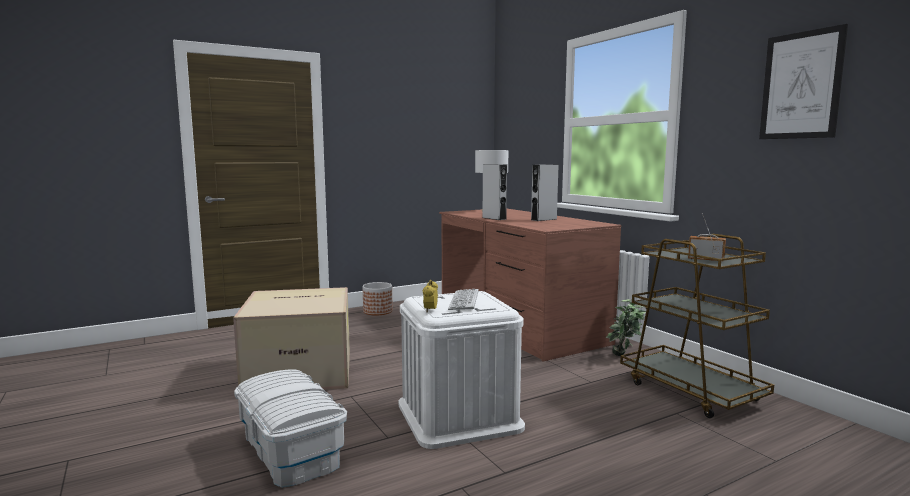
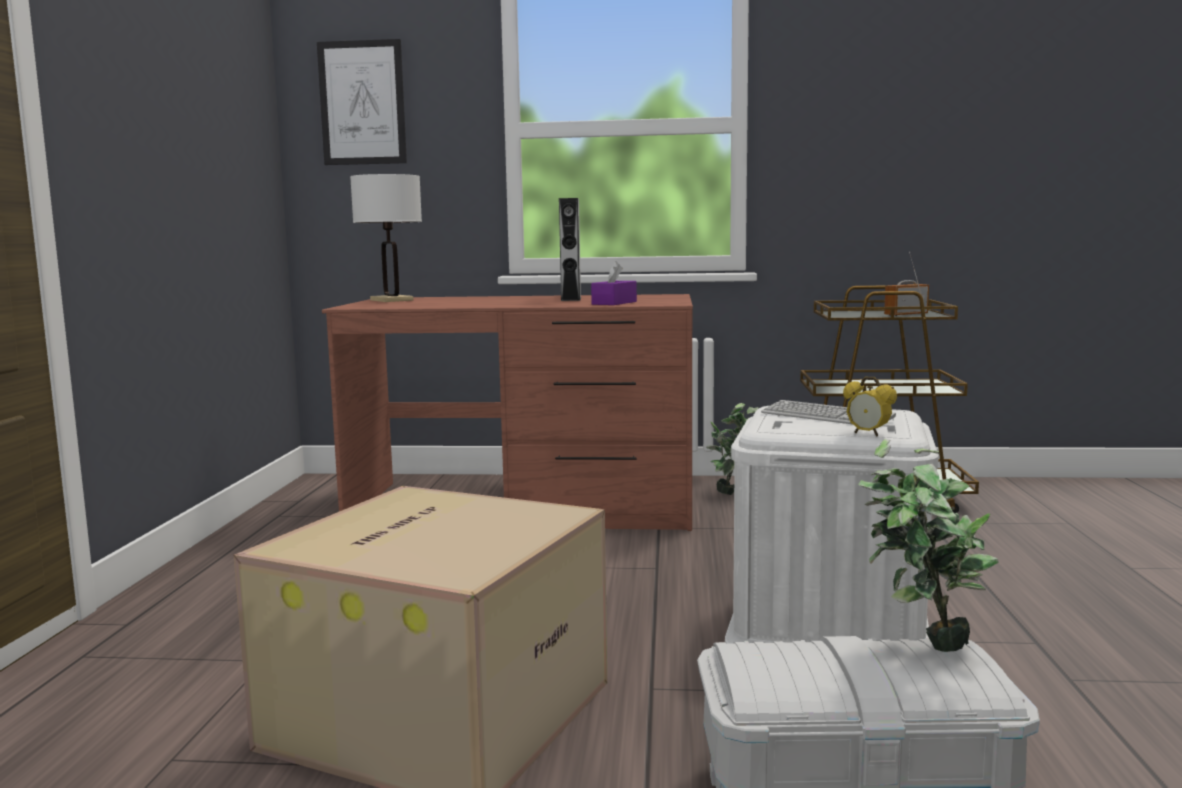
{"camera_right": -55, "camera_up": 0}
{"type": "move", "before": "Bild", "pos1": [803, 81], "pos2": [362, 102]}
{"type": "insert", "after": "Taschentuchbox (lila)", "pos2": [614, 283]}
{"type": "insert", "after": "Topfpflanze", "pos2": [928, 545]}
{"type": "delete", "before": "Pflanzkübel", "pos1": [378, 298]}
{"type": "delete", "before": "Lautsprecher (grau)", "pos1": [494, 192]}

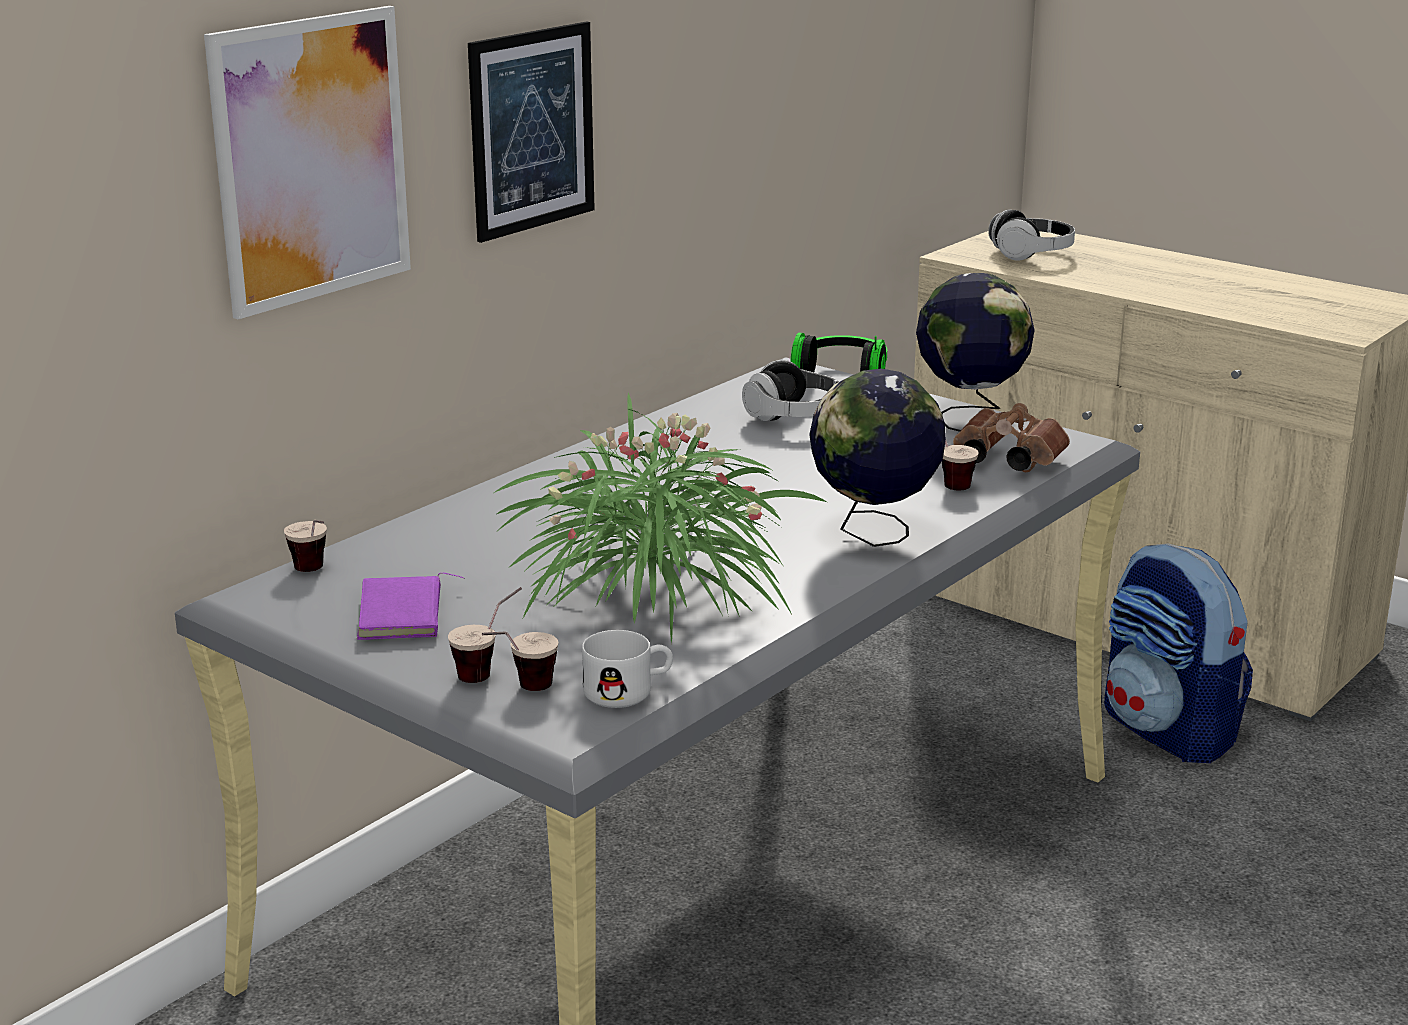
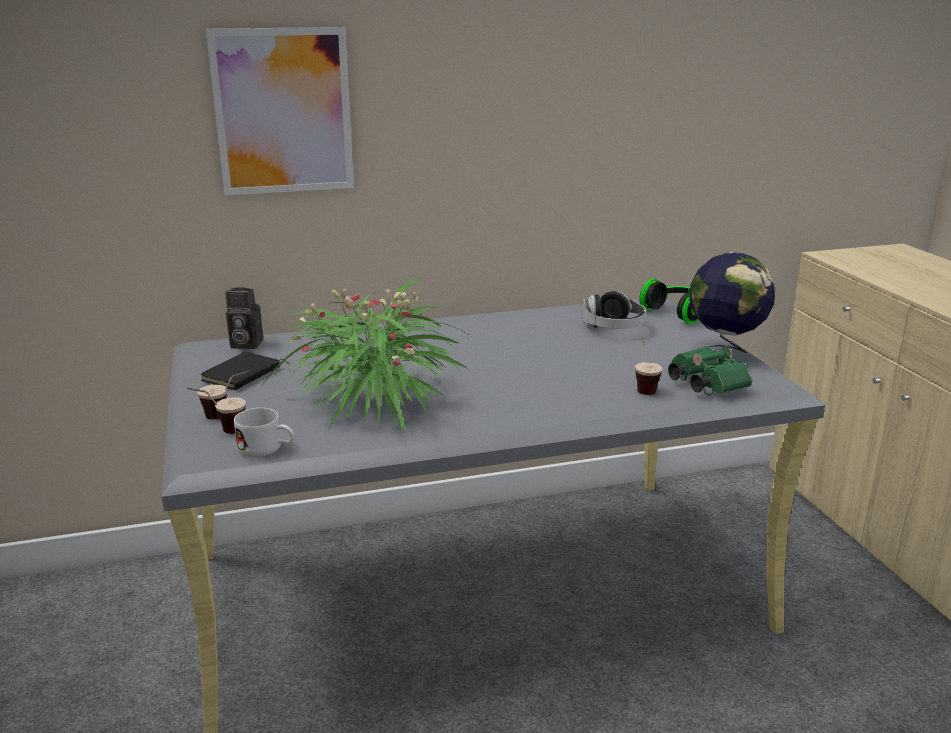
{"camera_right": 35, "camera_up": 0}
{"type": "recolor", "before": "Buch (lila)", "after": "Buch (schwarz)", "pos1": [410, 606], "pos2": [245, 370]}
{"type": "replace", "before": "Tasse", "after": "Kamera", "pos1": [305, 546], "pos2": [244, 318]}
{"type": "recolor", "before": "Fernglas (braun)", "after": "Fernglas (grün)", "pos1": [1011, 437], "pos2": [710, 371]}
{"type": "delete", "before": "Bild", "pos1": [531, 132]}
{"type": "delete", "before": "Globus", "pos1": [877, 458]}
{"type": "delete", "before": "Kopfhörer", "pos1": [1031, 235]}
{"type": "delete", "before": "Rucksack", "pos1": [1178, 653]}

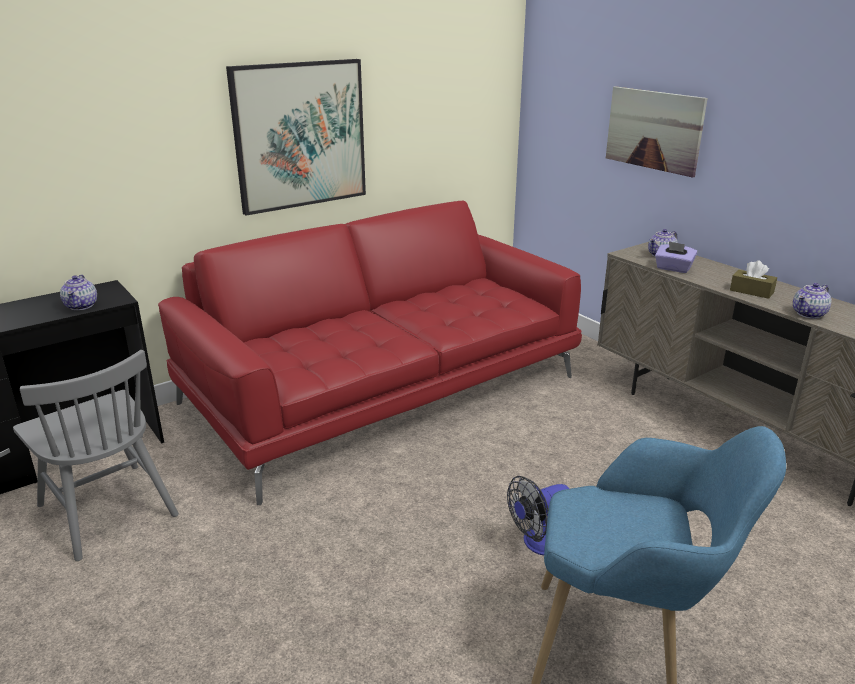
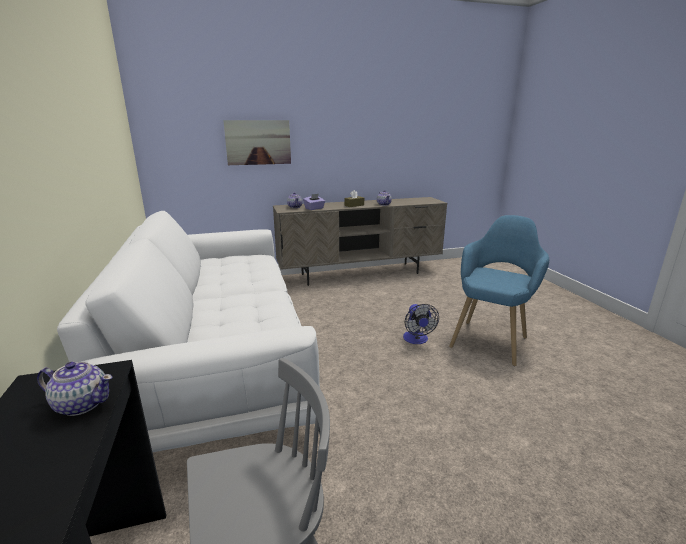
{"camera_right": -70, "camera_up": -5}
{"type": "recolor", "before": "Sofa (rot)", "after": "Sofa (weiß)", "pos1": [370, 353], "pos2": [188, 332]}
{"type": "delete", "before": "Bild", "pos1": [296, 137]}

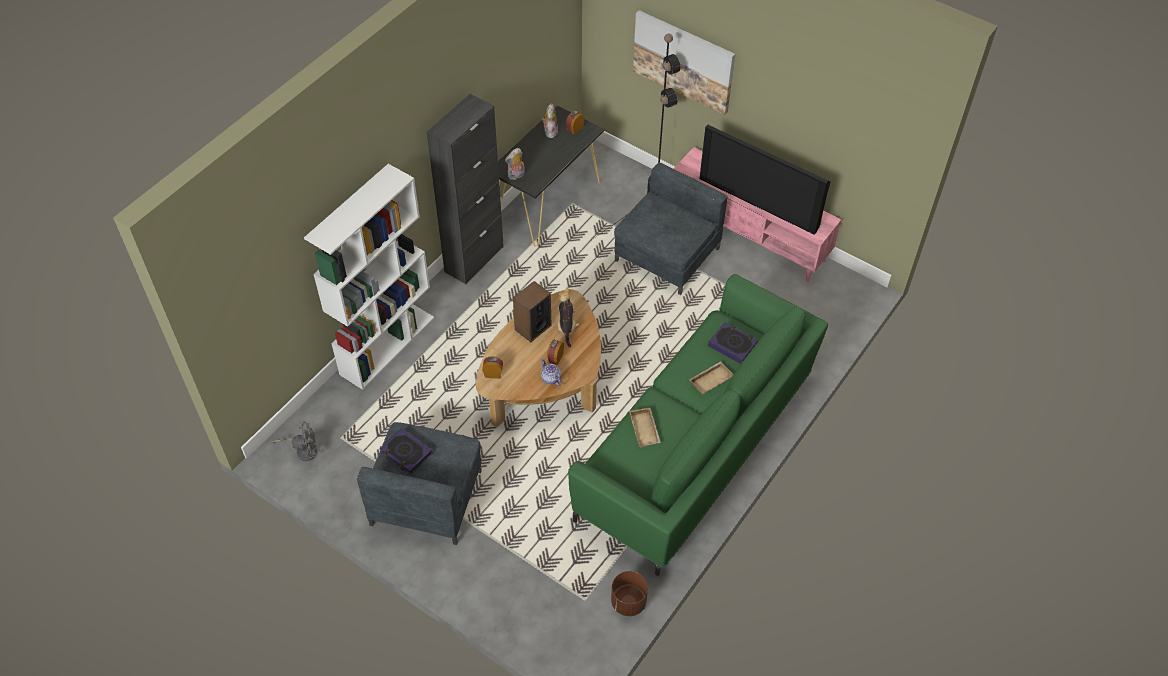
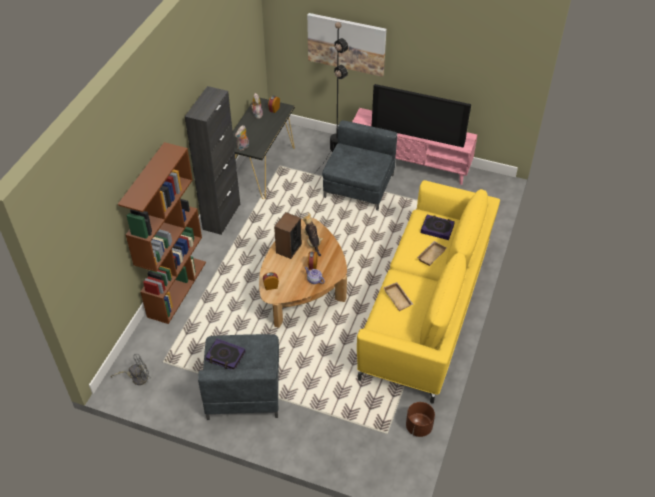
{"camera_right": -15, "camera_up": -5}
{"type": "recolor", "before": "Bücherregal (weiß)", "after": "Bücherregal (braun)", "pos1": [369, 277], "pos2": [162, 233]}
{"type": "recolor", "before": "Sofa (grün)", "after": "Sofa (gelb)", "pos1": [698, 425], "pos2": [428, 292]}

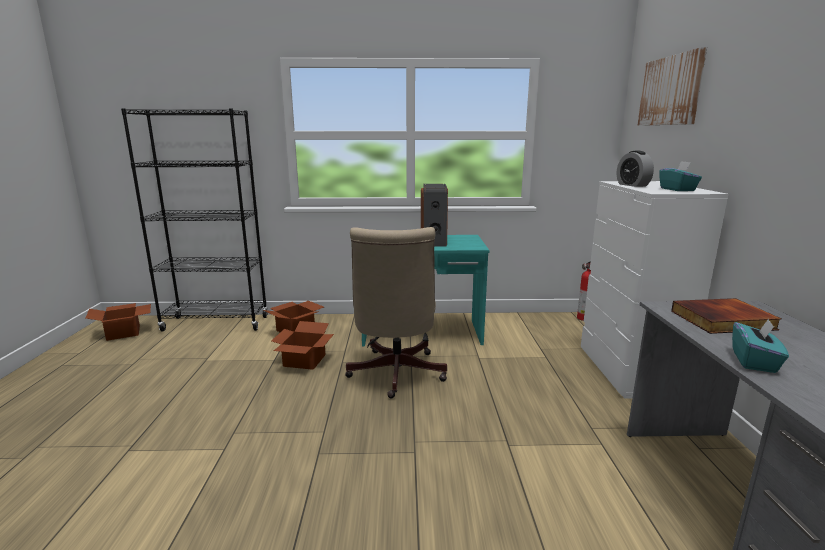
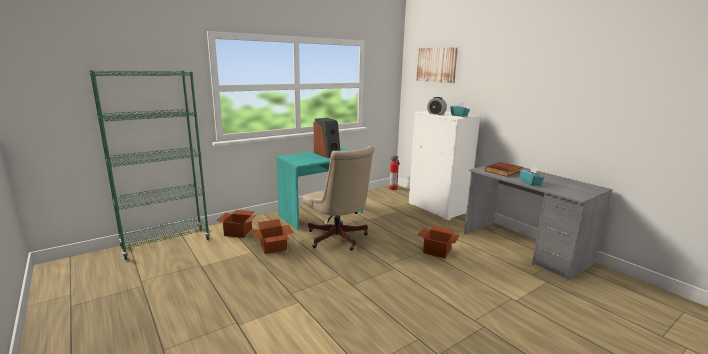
{"camera_right": -35, "camera_up": 0}
{"type": "recolor", "before": "Bücherregal (schwarz)", "after": "Bücherregal (grün)", "pos1": [194, 220], "pos2": [149, 165]}
{"type": "move", "before": "Karton", "pos1": [118, 322], "pos2": [439, 242]}

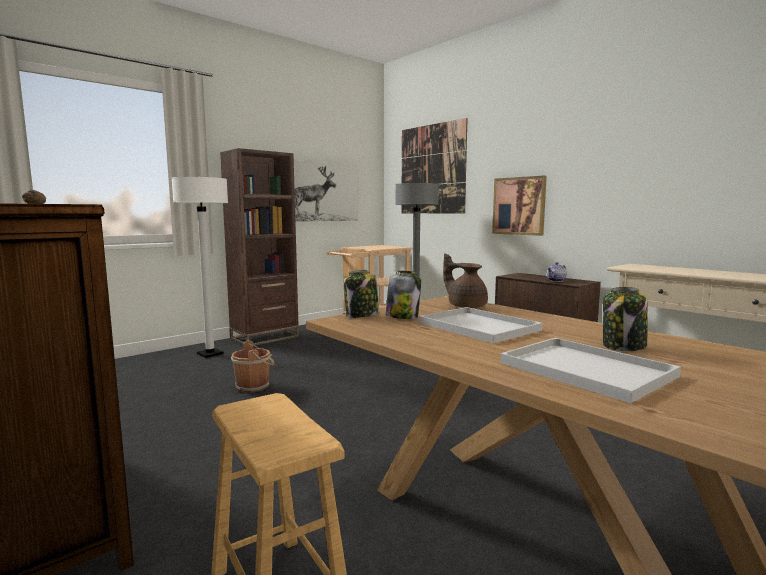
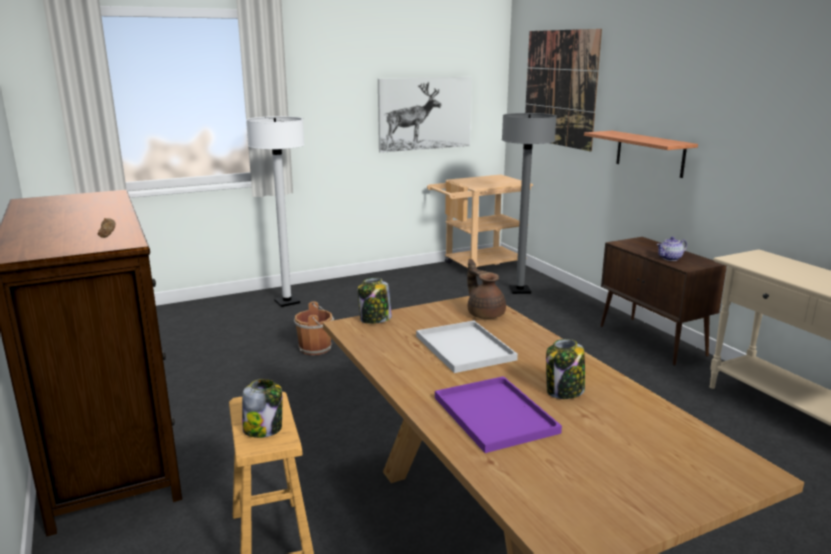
{"camera_right": 15, "camera_up": 10}
{"type": "move", "before": "Vorratsglas", "pos1": [403, 295], "pos2": [262, 408]}
{"type": "recolor", "before": "Tablett (weiß)", "after": "Tablett (lila)", "pos1": [590, 370], "pos2": [498, 414]}
{"type": "replace", "before": "Bild", "after": "Wandregal", "pos1": [519, 206], "pos2": [641, 154]}
{"type": "delete", "before": "Bücherregal (braun)", "pos1": [259, 247]}

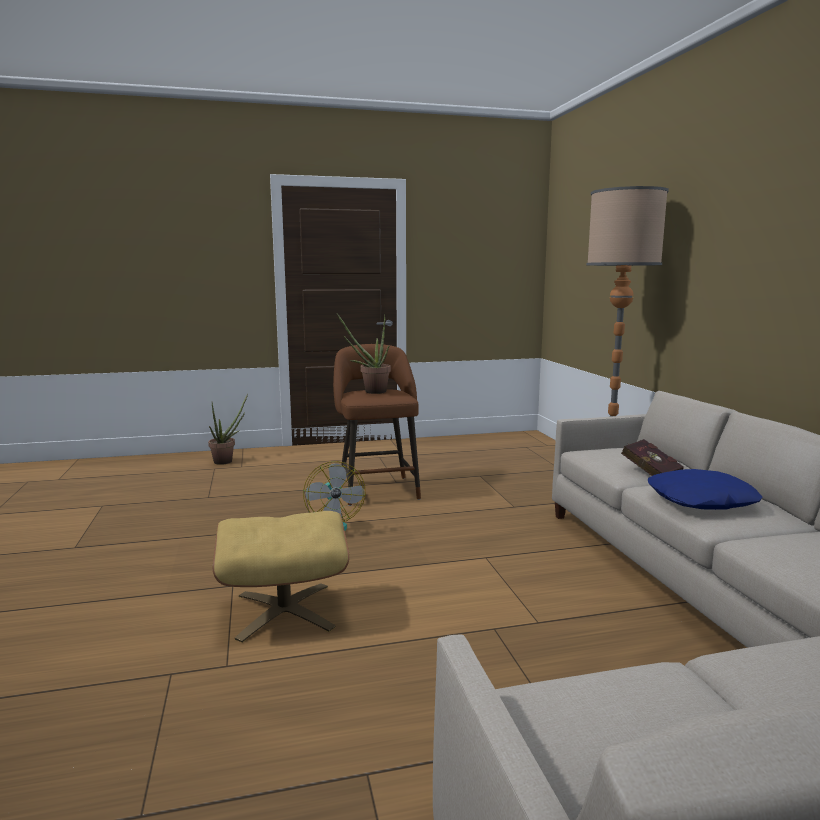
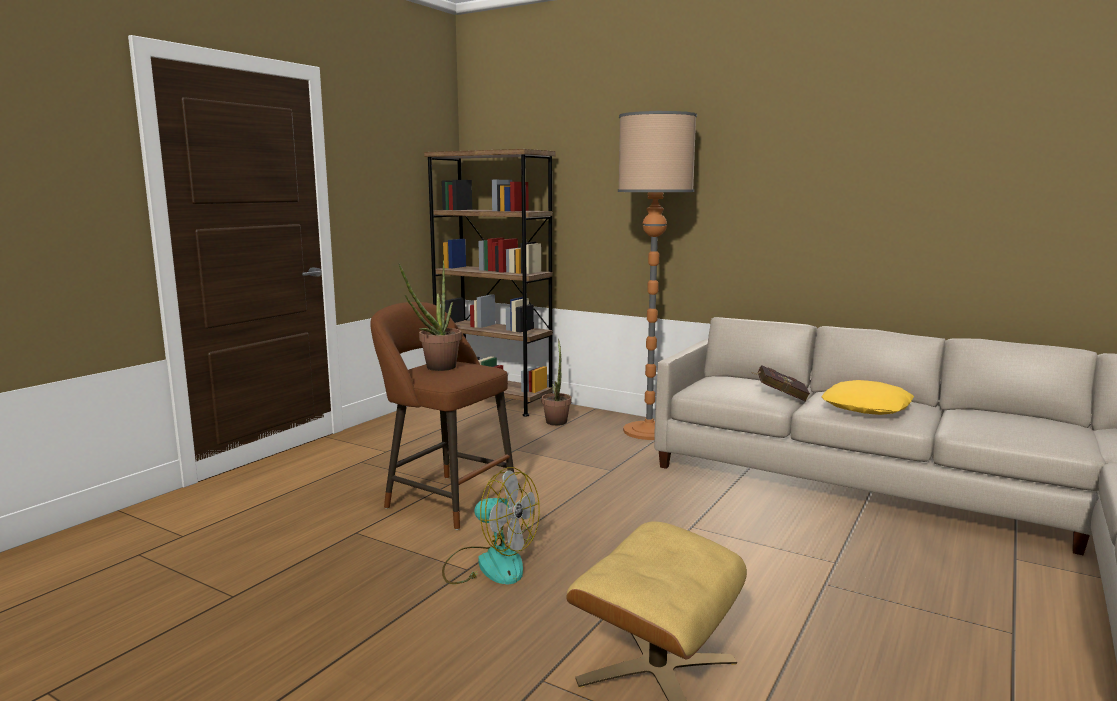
{"camera_right": -45, "camera_up": 0}
{"type": "insert", "after": "Bücherregal (braun)", "pos2": [489, 283]}
{"type": "move", "before": "Topfpflanze", "pos1": [228, 429], "pos2": [557, 382]}
{"type": "recolor", "before": "Kissen (blau)", "after": "Kissen (gelb)", "pos1": [705, 489], "pos2": [867, 397]}

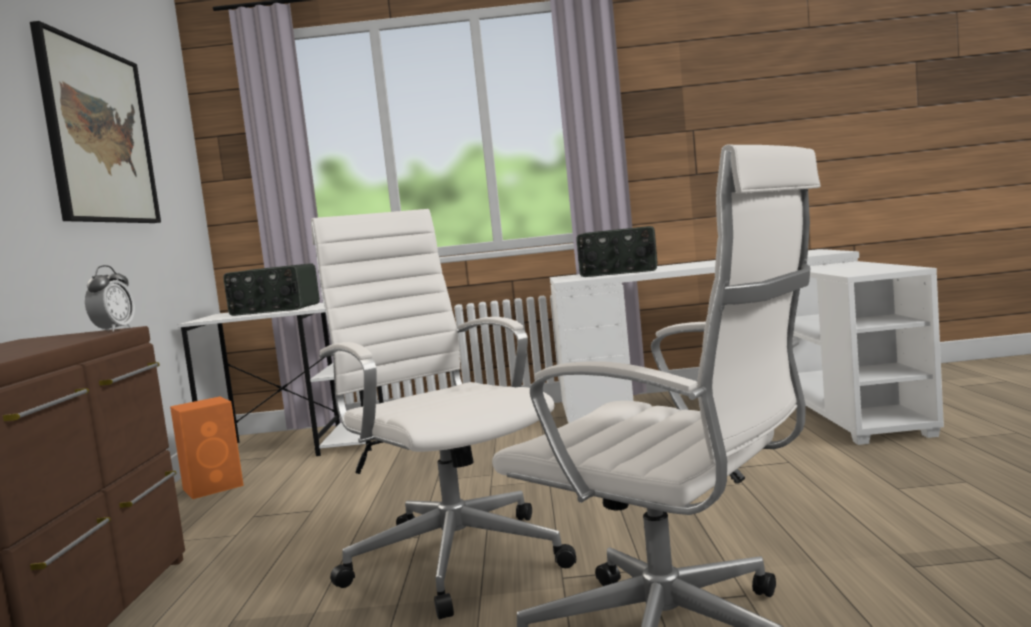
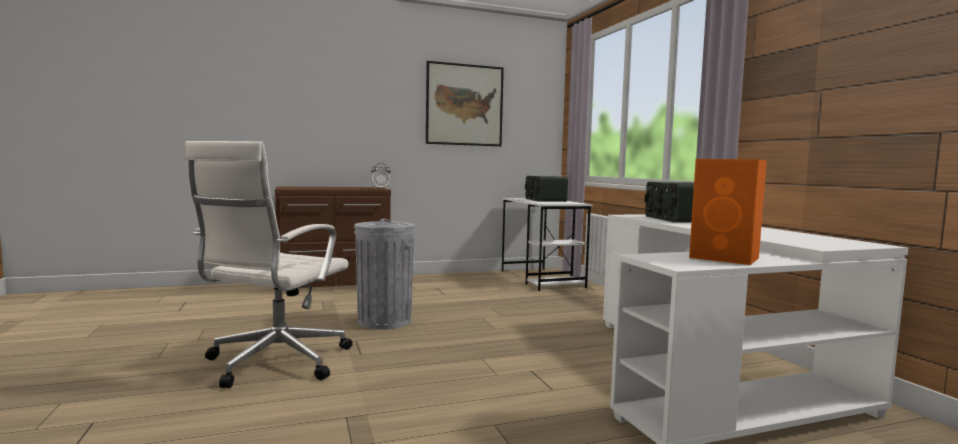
{"camera_right": 70, "camera_up": 0}
{"type": "replace", "before": "Bürostuhl (weiß)", "after": "Mülleimer (grau)", "pos1": [443, 414], "pos2": [384, 274]}
{"type": "move", "before": "Lautsprecher (orange)", "pos1": [207, 448], "pos2": [728, 212]}

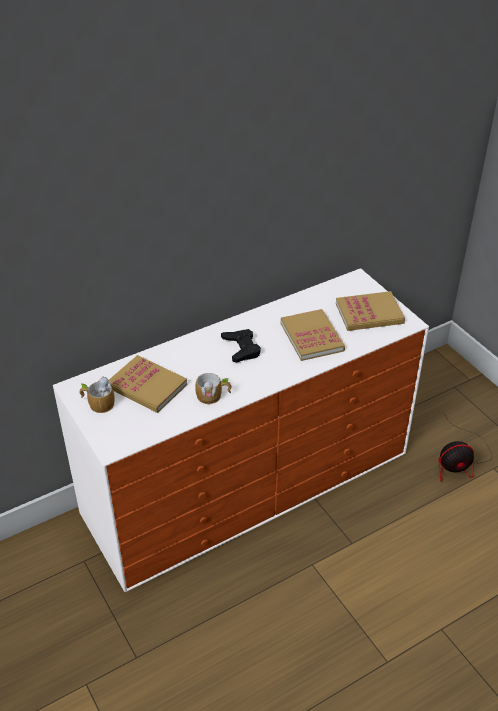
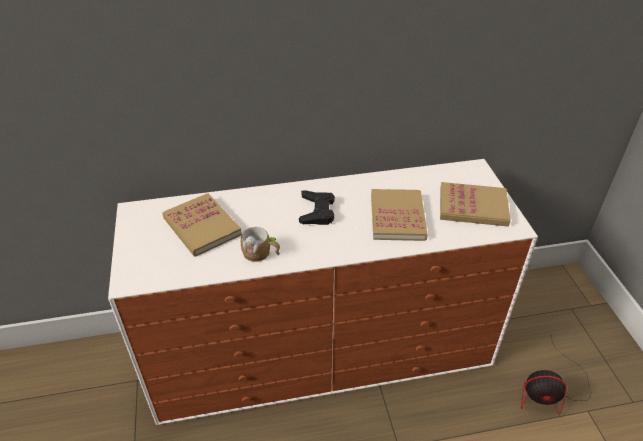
{"camera_right": 20, "camera_up": 0}
{"type": "delete", "before": "Henkelbecher", "pos1": [97, 394]}

